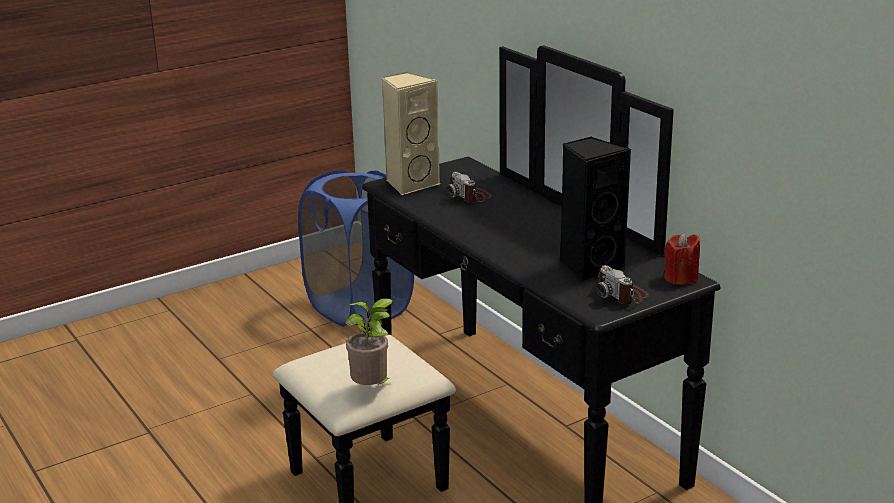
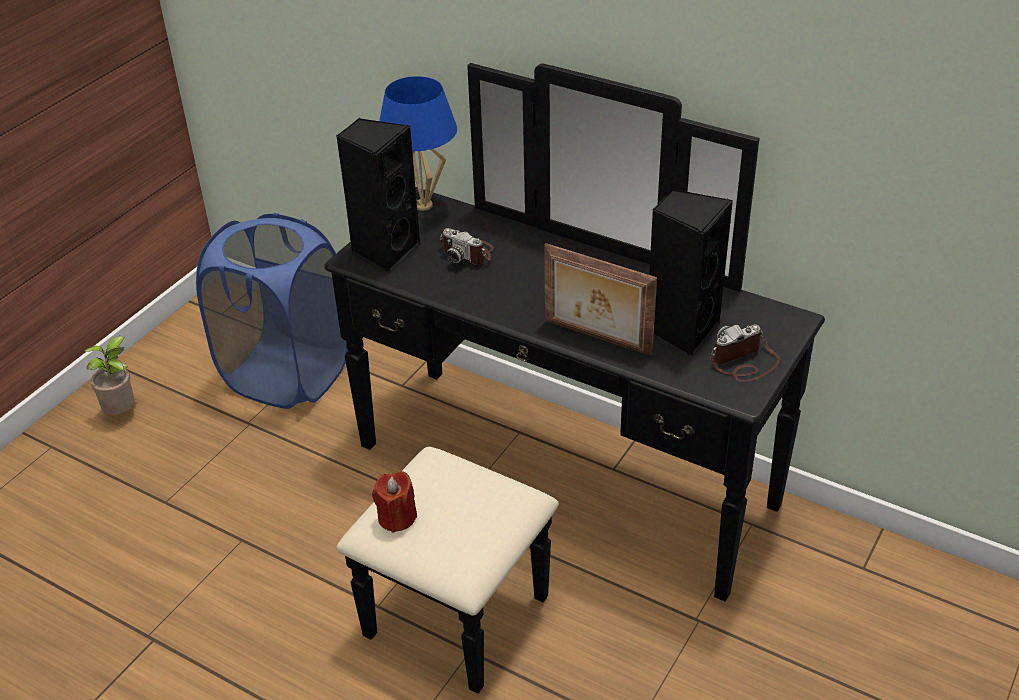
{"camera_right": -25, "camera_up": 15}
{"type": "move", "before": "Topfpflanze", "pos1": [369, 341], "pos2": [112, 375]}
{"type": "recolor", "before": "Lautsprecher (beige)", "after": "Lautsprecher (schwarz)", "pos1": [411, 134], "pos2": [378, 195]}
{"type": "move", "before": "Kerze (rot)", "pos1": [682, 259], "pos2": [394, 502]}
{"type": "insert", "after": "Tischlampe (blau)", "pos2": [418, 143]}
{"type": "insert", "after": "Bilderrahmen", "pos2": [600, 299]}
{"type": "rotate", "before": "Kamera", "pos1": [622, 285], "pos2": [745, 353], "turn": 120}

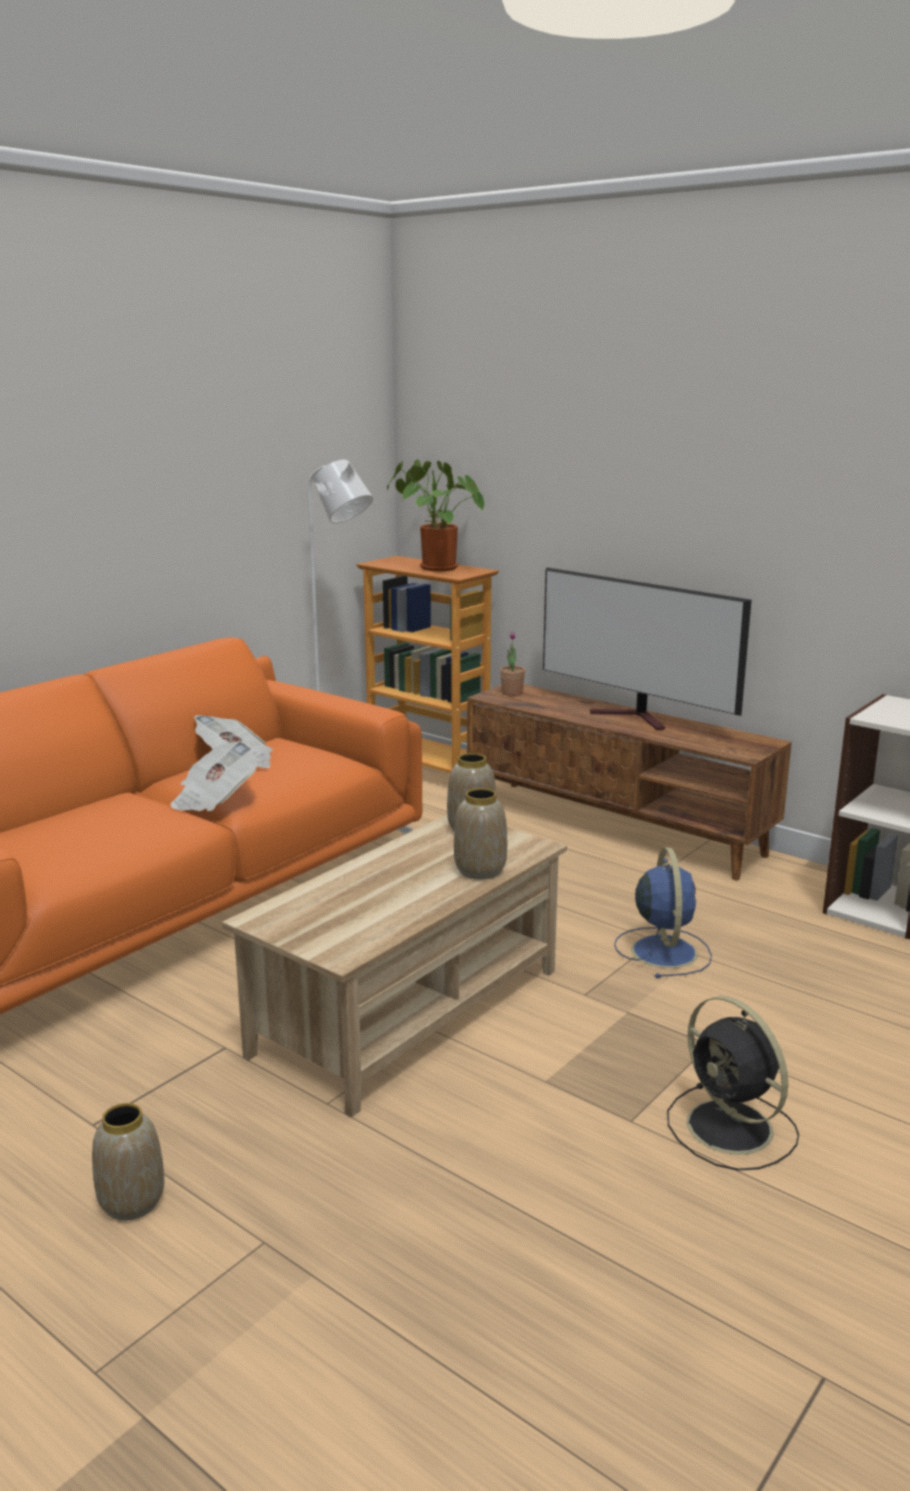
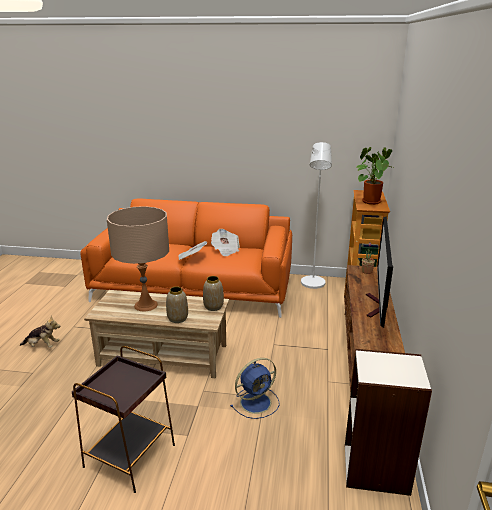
{"camera_right": 60, "camera_up": 5}
{"type": "replace", "before": "Vase", "after": "Plüschtier", "pos1": [128, 1162], "pos2": [40, 331]}
{"type": "replace", "before": "Ventilator (schwarz)", "after": "Beistelltisch (braun)", "pos1": [733, 1083], "pos2": [123, 419]}
{"type": "insert", "after": "Tischlampe (beige)", "pos2": [138, 259]}

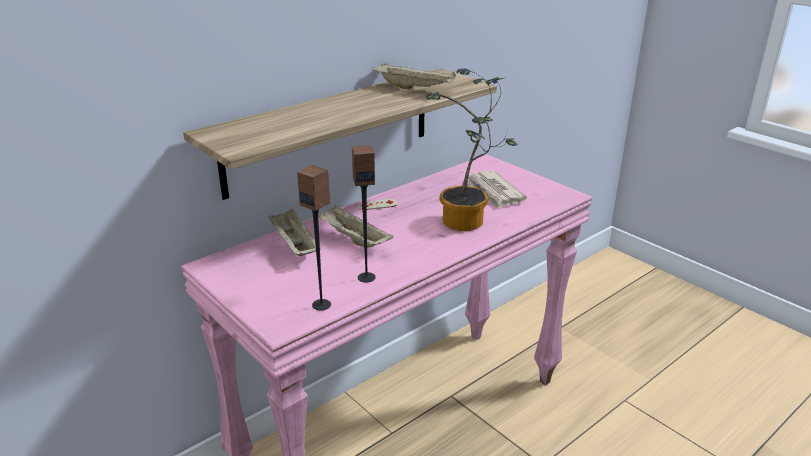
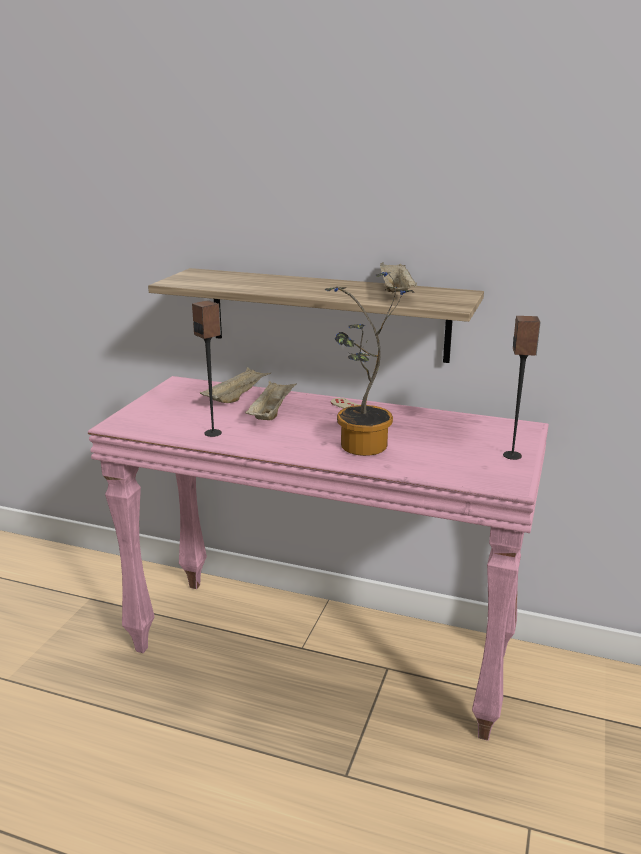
{"camera_right": 60, "camera_up": -5}
{"type": "move", "before": "Lautsprecher", "pos1": [314, 238], "pos2": [522, 388]}
{"type": "delete", "before": "Zeitung", "pos1": [497, 189]}

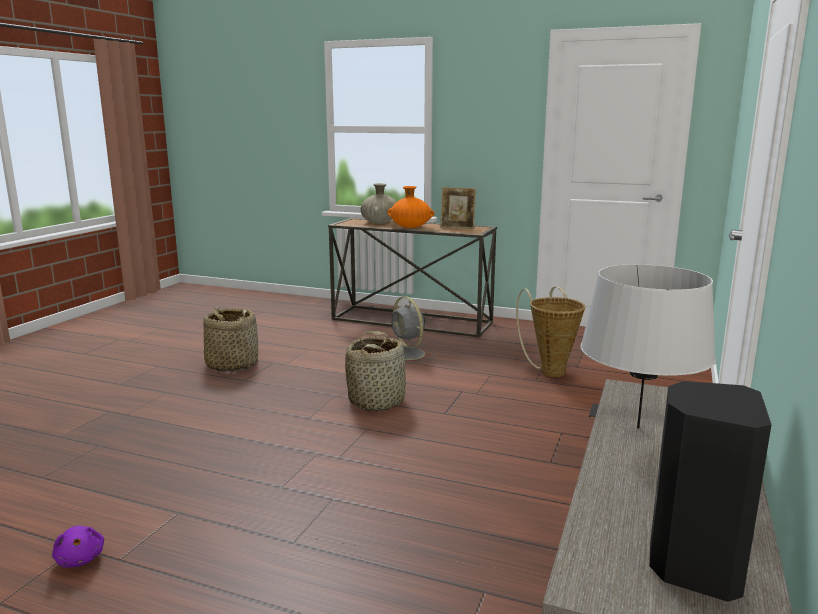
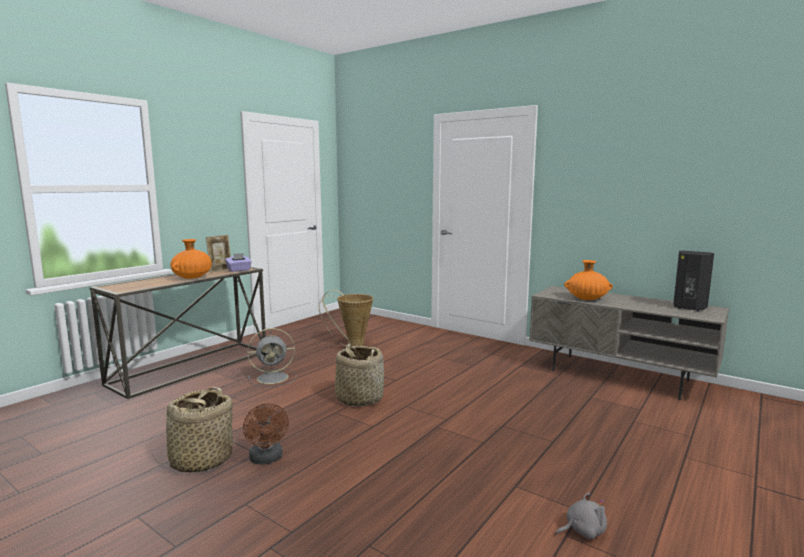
{"camera_right": -75, "camera_up": -5}
{"type": "insert", "after": "Taschentuchbox (lila)", "pos2": [238, 262]}
{"type": "insert", "after": "Ventilator (braun)", "pos2": [266, 434]}
{"type": "recolor", "before": "Plüschtier (lila)", "after": "Plüschtier (grau)", "pos1": [78, 547], "pos2": [581, 515]}
{"type": "replace", "before": "Tischlampe (grau)", "after": "Vase (orange)", "pos1": [648, 346], "pos2": [588, 280]}
{"type": "delete", "before": "Vase (beige)", "pos1": [378, 203]}

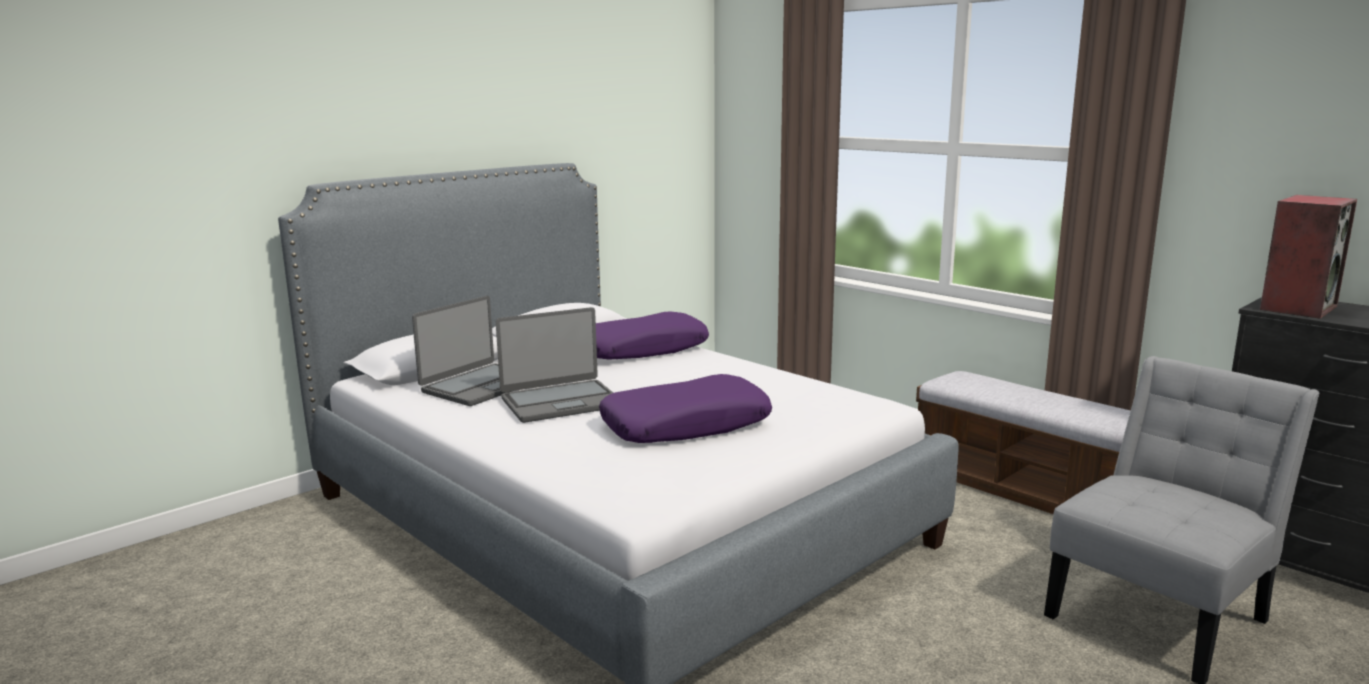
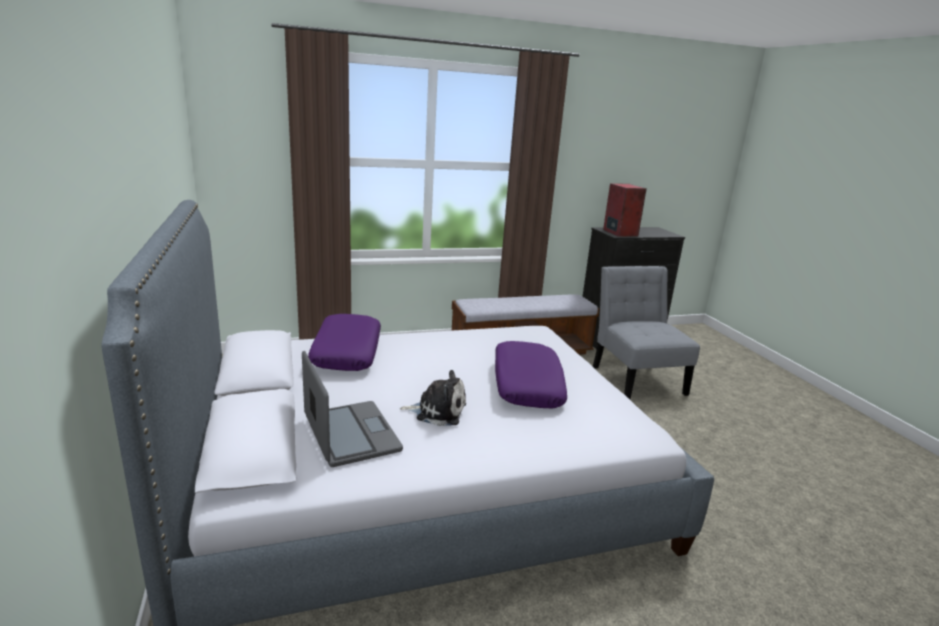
{"camera_right": -65, "camera_up": 5}
{"type": "replace", "before": "Laptop", "after": "Plüschtier", "pos1": [554, 365], "pos2": [433, 398]}

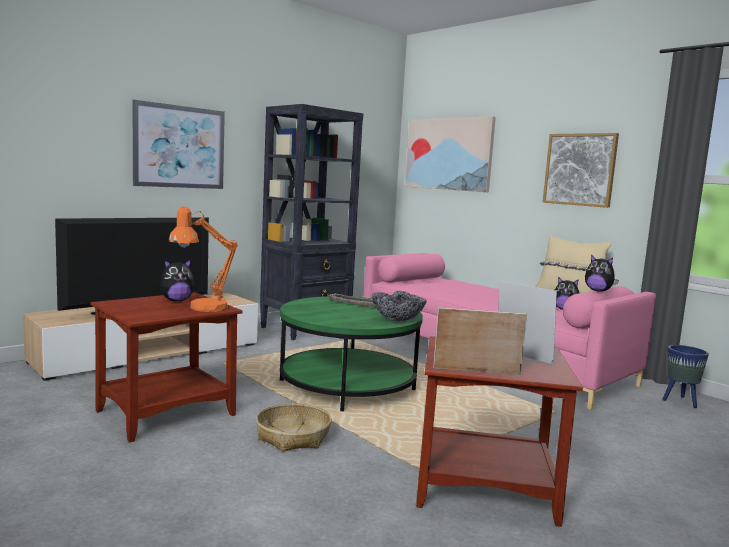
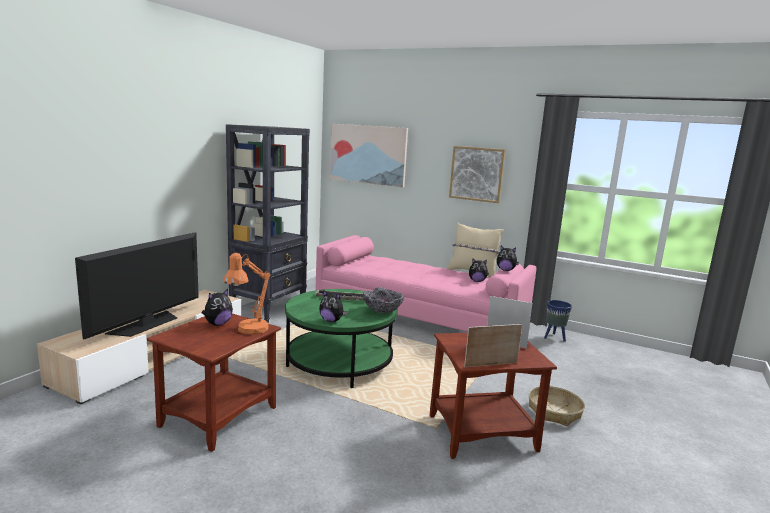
{"camera_right": -20, "camera_up": 5}
{"type": "insert", "after": "Plüschtier", "pos2": [333, 306]}
{"type": "move", "before": "Korb", "pos1": [294, 427], "pos2": [557, 406]}
{"type": "delete", "before": "Bild", "pos1": [179, 144]}

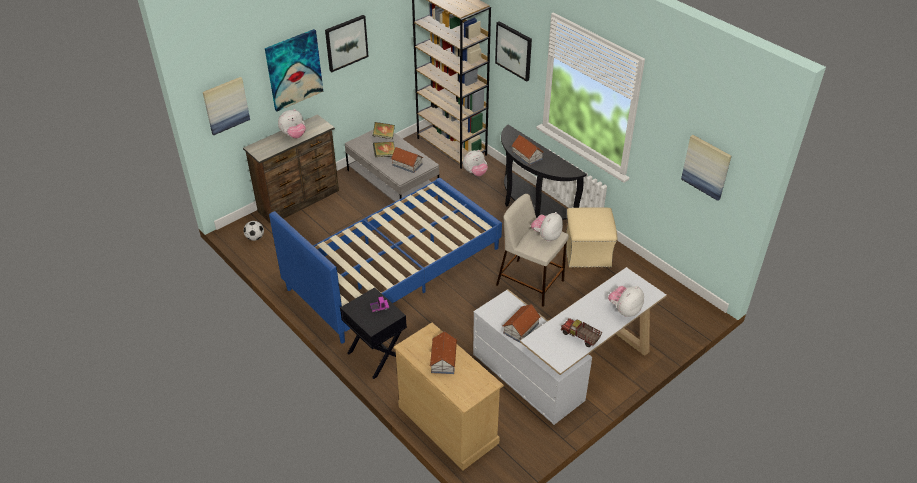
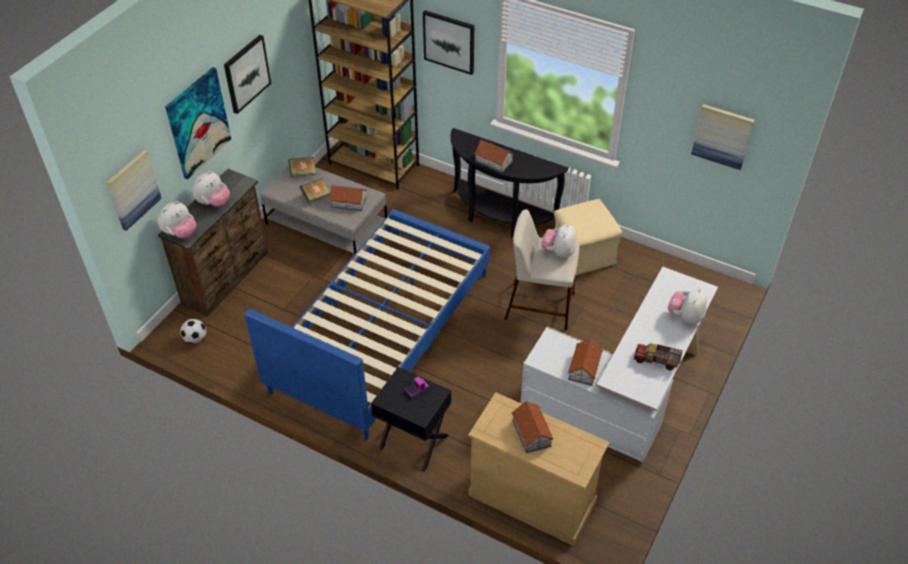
{"camera_right": -20, "camera_up": 5}
{"type": "move", "before": "Plüschtier", "pos1": [475, 163], "pos2": [177, 219]}

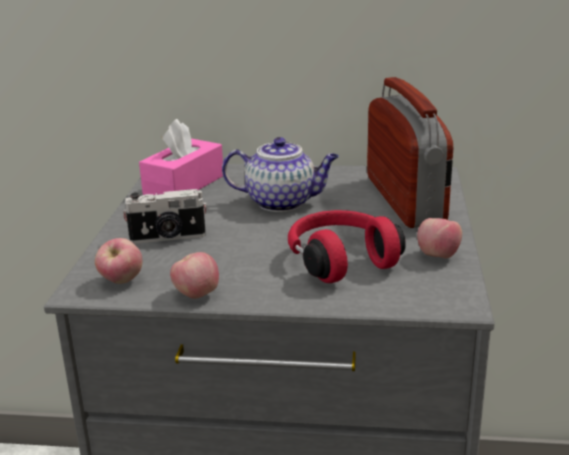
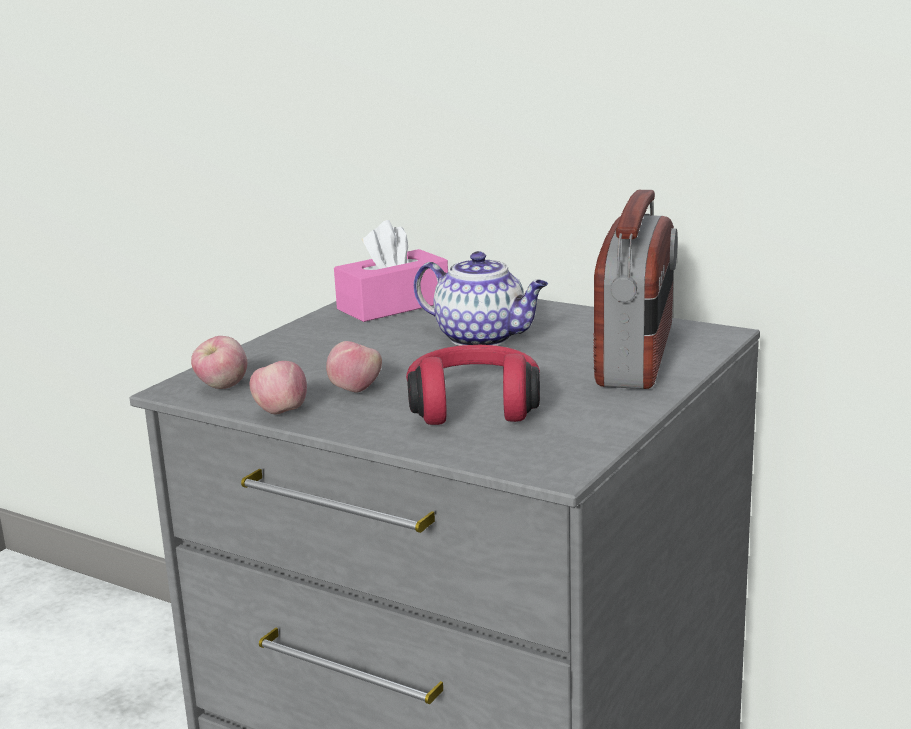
{"camera_right": 25, "camera_up": -5}
{"type": "move", "before": "Apfel", "pos1": [439, 238], "pos2": [354, 366]}
{"type": "delete", "before": "Kamera", "pos1": [165, 216]}

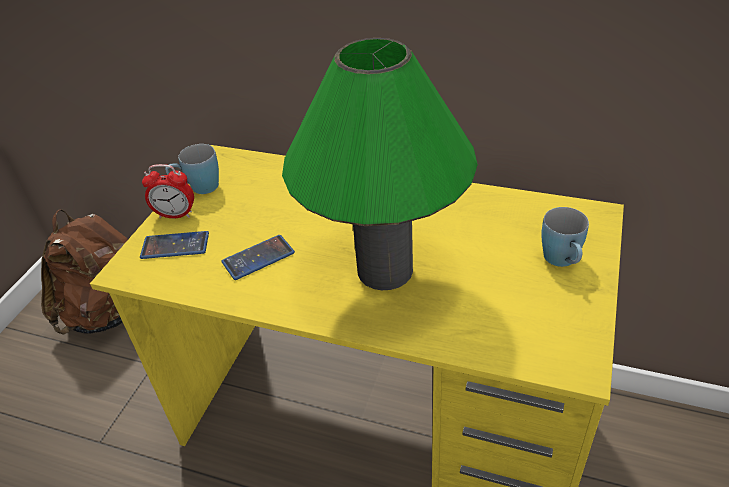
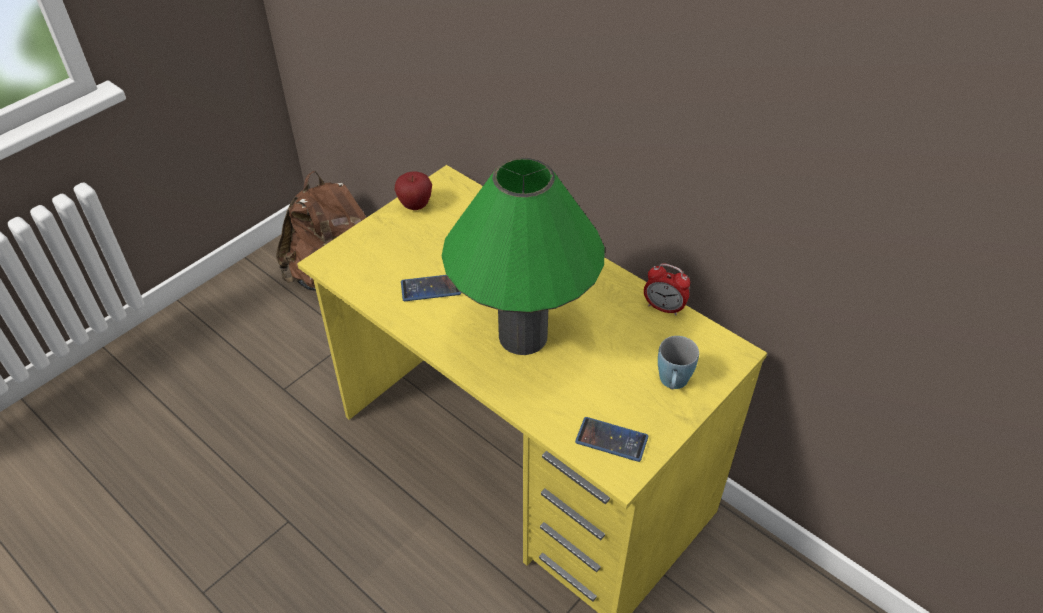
{"camera_right": 20, "camera_up": 5}
{"type": "replace", "before": "Henkelbecher (blau)", "after": "Apfel", "pos1": [192, 169], "pos2": [413, 190]}
{"type": "move", "before": "Handy", "pos1": [174, 245], "pos2": [611, 439]}
{"type": "move", "before": "Wecker", "pos1": [168, 191], "pos2": [667, 289]}

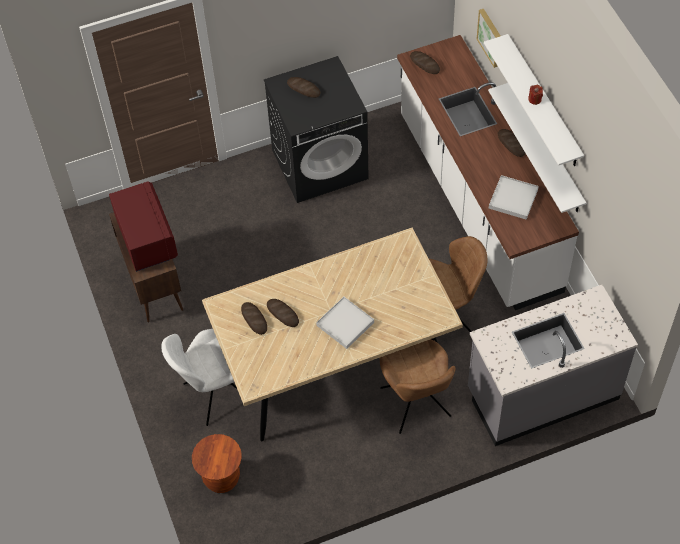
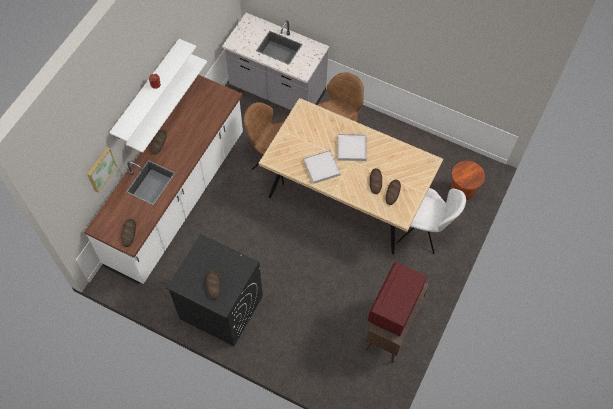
{"camera_right": -135, "camera_up": 5}
{"type": "move", "before": "Tablett (weiß)", "pos1": [514, 197], "pos2": [322, 167]}

